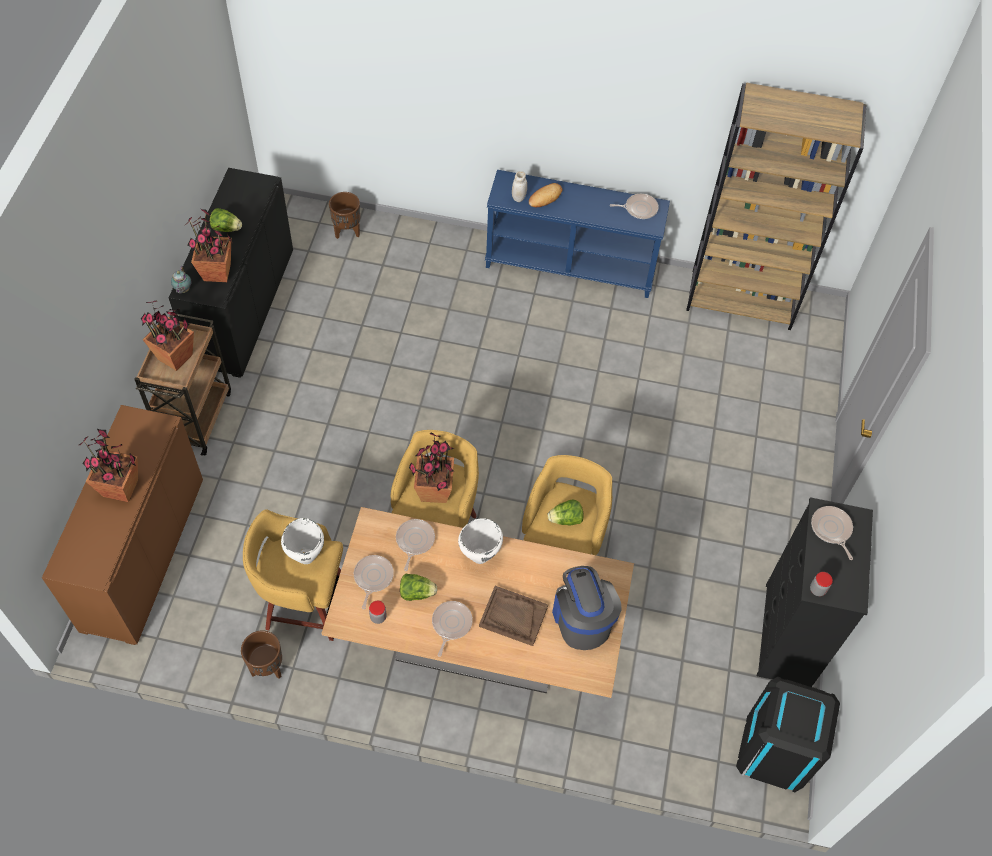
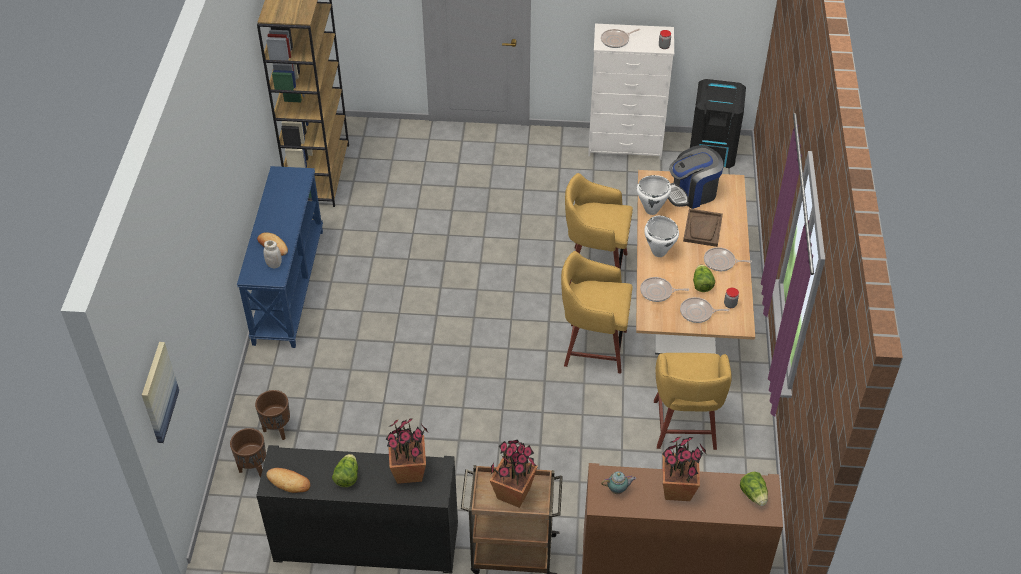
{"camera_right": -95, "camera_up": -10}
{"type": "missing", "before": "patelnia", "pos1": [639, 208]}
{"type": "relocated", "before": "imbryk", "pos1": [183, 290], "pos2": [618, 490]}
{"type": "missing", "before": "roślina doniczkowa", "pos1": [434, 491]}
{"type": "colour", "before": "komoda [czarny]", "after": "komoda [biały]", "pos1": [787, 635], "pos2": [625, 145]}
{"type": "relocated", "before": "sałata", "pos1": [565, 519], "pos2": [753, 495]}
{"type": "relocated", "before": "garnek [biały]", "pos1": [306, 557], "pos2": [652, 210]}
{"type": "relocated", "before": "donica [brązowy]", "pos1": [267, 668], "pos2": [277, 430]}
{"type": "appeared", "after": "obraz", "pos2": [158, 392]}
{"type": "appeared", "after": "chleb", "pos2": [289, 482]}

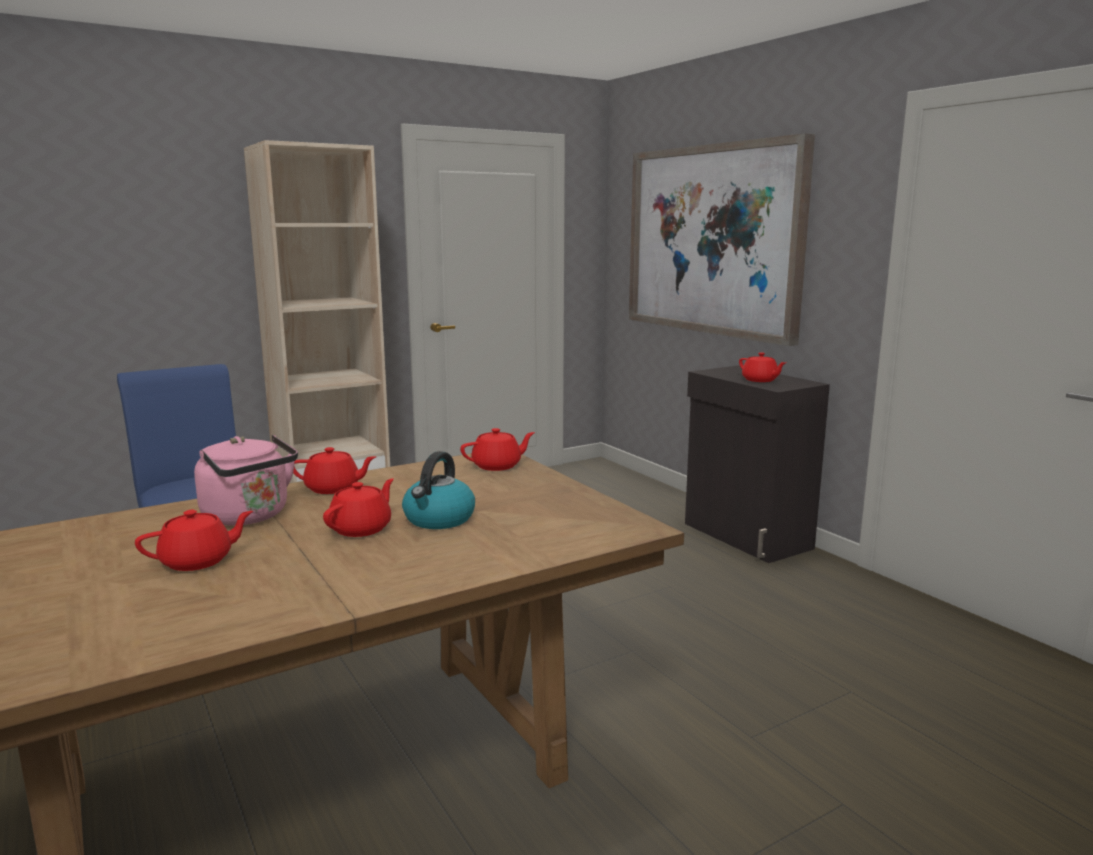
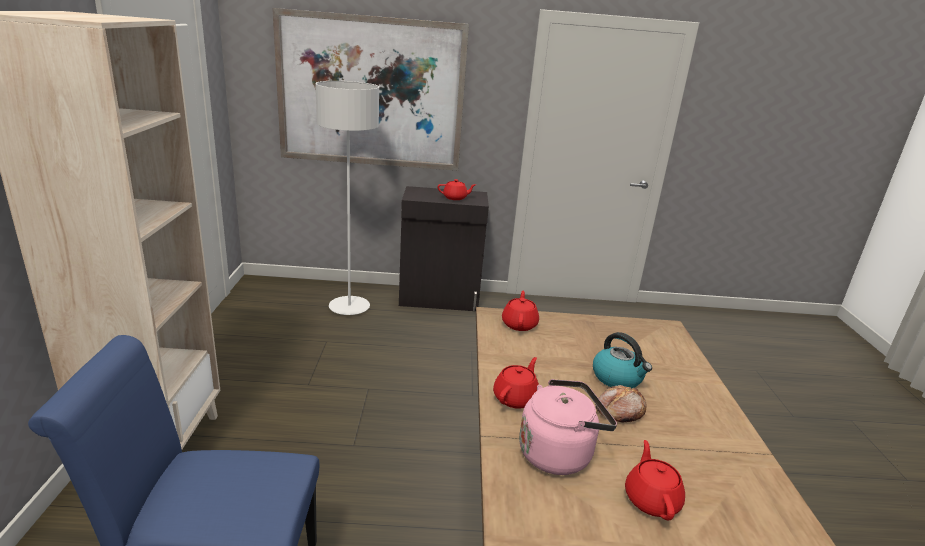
{"camera_right": -60, "camera_up": 10}
{"type": "exchanged", "before": "imbryk [czerwony]", "after": "chleb", "pos1": [361, 529], "pos2": [619, 410]}
{"type": "appeared", "after": "lampa stojąca [szary]", "pos2": [349, 307]}

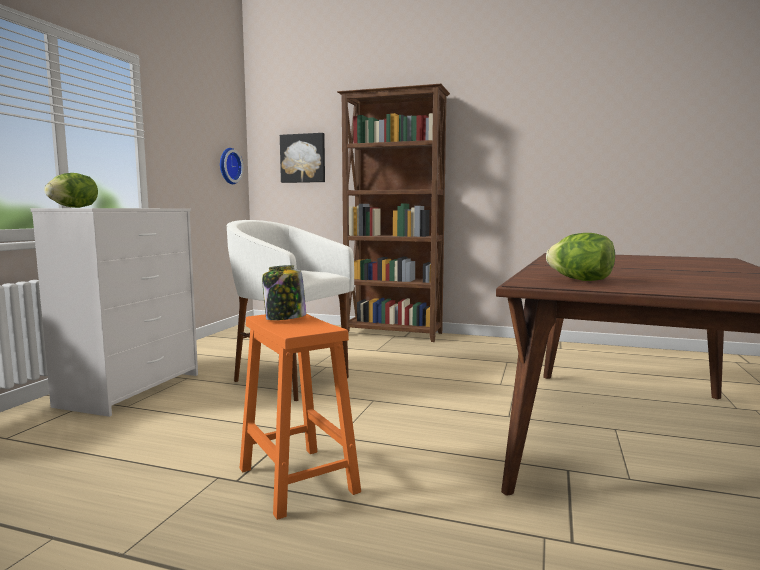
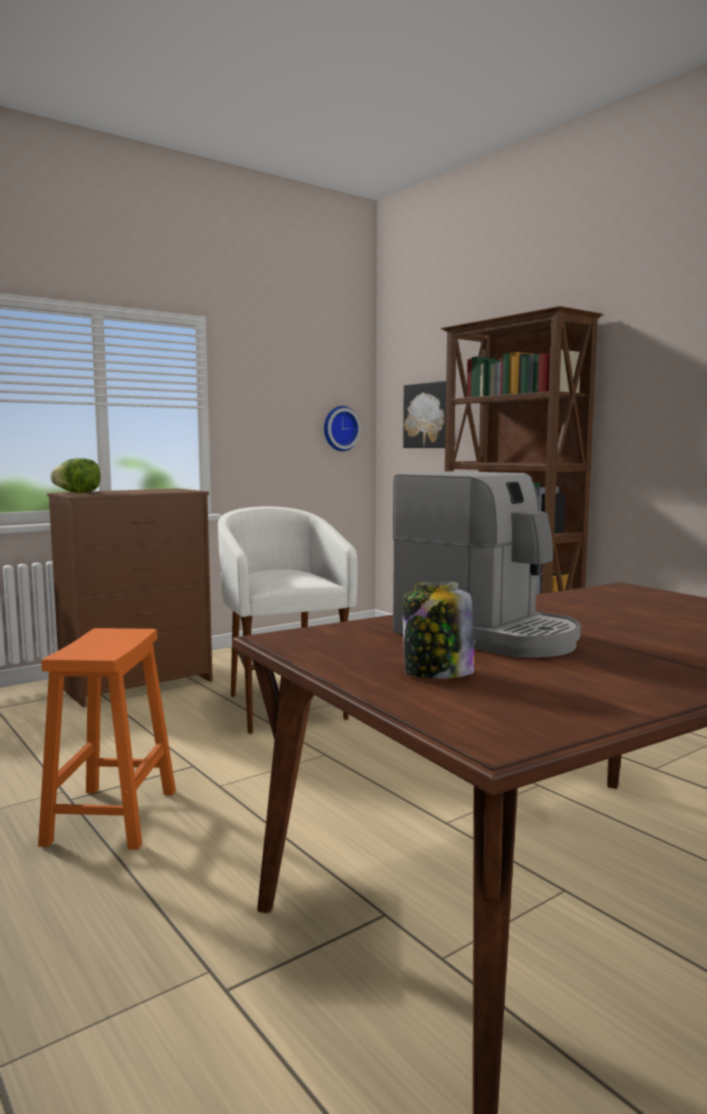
{"camera_right": 35, "camera_up": 0}
{"type": "colour", "before": "komoda [biały]", "after": "komoda [brązowy]", "pos1": [131, 389], "pos2": [138, 684]}
{"type": "missing", "before": "sałata", "pos1": [581, 280]}
{"type": "relocated", "before": "słoik", "pos1": [285, 318], "pos2": [437, 674]}
{"type": "appeared", "after": "ekspres do kawy", "pos2": [487, 636]}

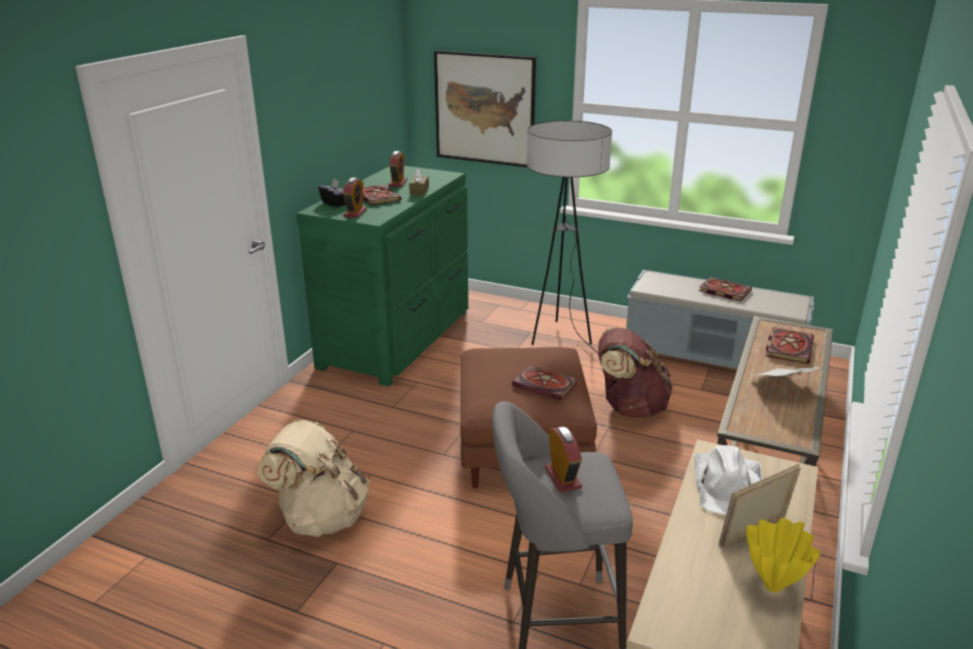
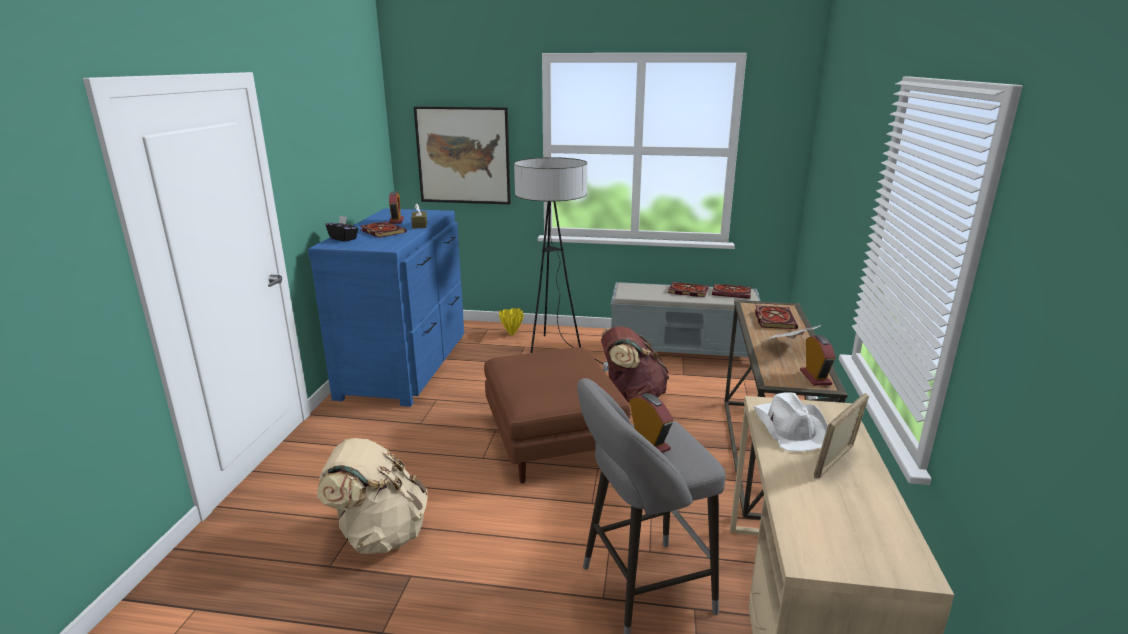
{"camera_right": -15, "camera_up": -5}
{"type": "colour", "before": "komoda [zielony]", "after": "komoda [niebieski]", "pos1": [398, 339], "pos2": [406, 366]}
{"type": "relocated", "before": "budzik", "pos1": [355, 213], "pos2": [815, 377]}
{"type": "relocated", "before": "książka", "pos1": [546, 385], "pos2": [732, 293]}
{"type": "relocated", "before": "wazon [żółty]", "pos1": [772, 587], "pos2": [511, 334]}

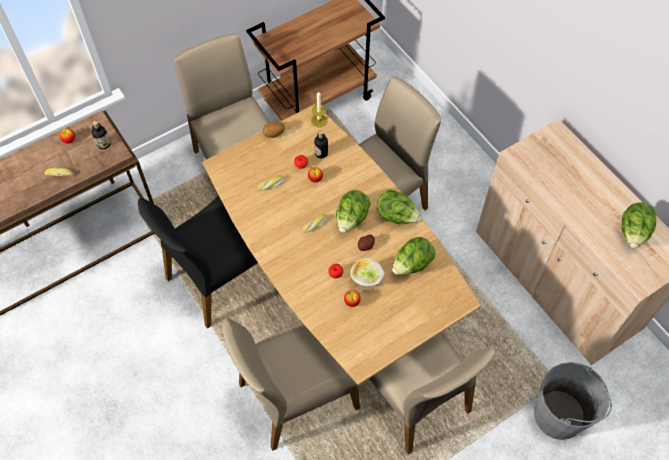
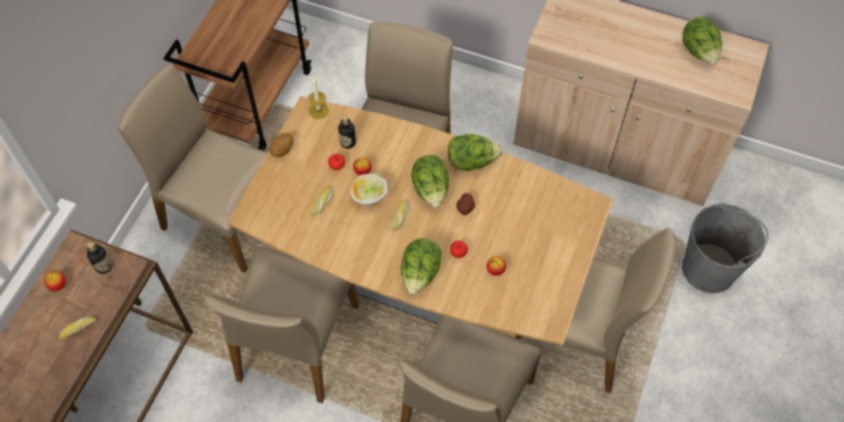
{"camera_right": -35, "camera_up": 0}
{"type": "colour", "before": "krzesło [czarny]", "after": "krzesło [beżowy]", "pos1": [220, 278], "pos2": [296, 343]}
{"type": "relocated", "before": "sałata", "pos1": [412, 264], "pos2": [420, 274]}
{"type": "relocated", "before": "miska", "pos1": [366, 280], "pos2": [370, 199]}

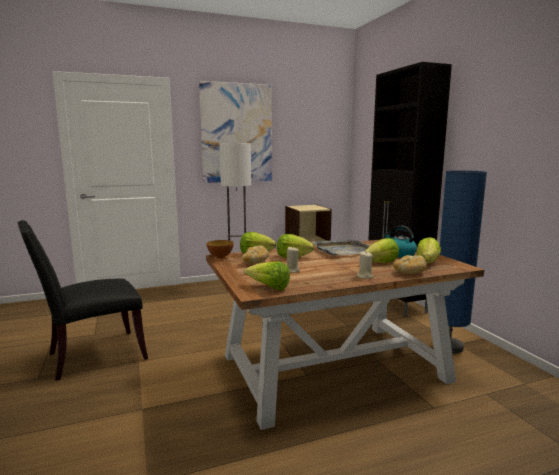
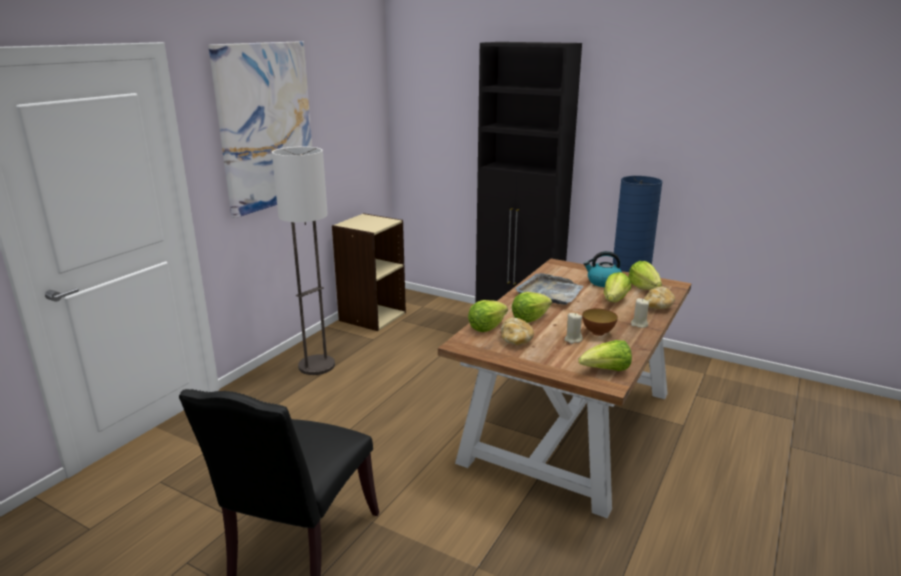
{"camera_right": -40, "camera_up": 10}
{"type": "relocated", "before": "miska", "pos1": [220, 257], "pos2": [598, 333]}

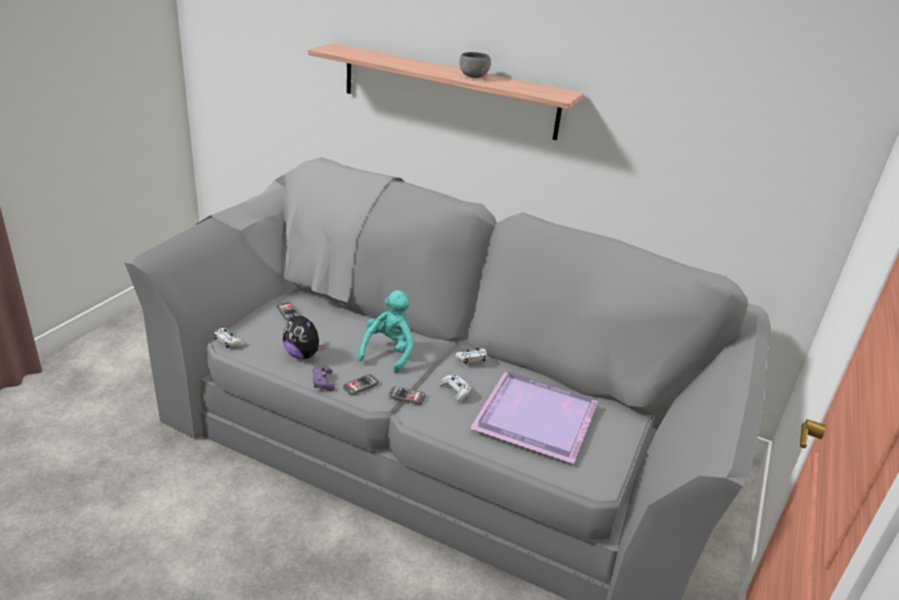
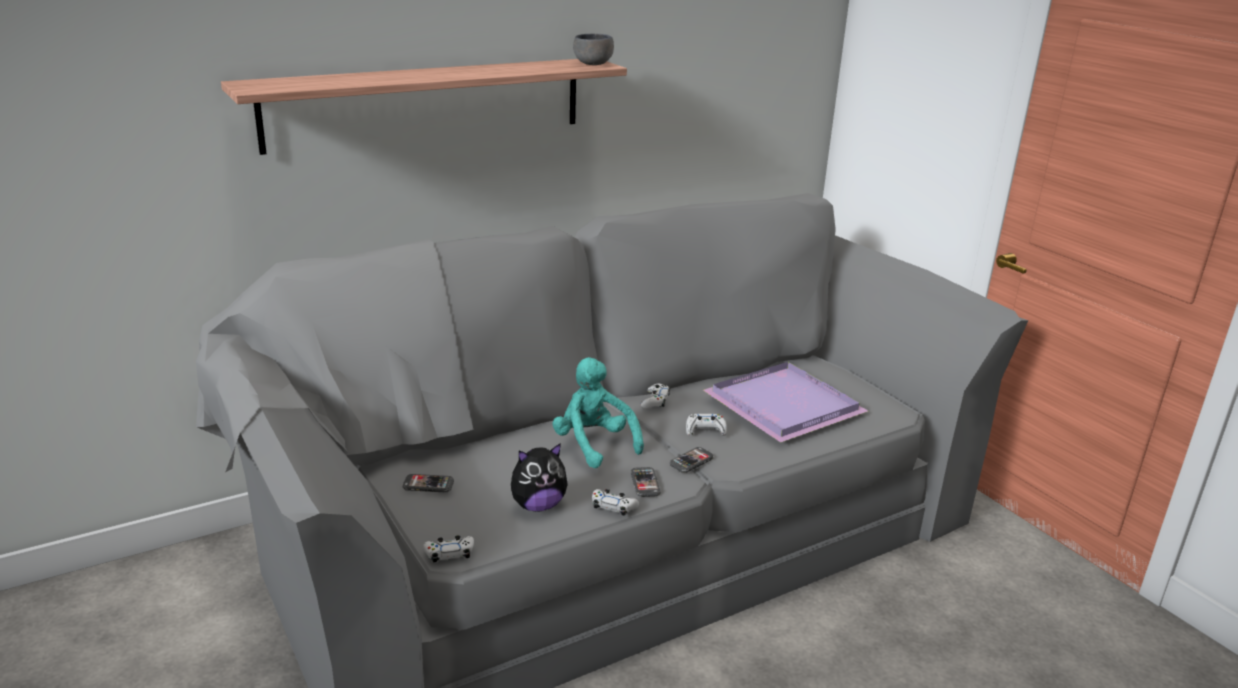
{"camera_right": -55, "camera_up": -5}
{"type": "relocated", "before": "miska [szary]", "pos1": [472, 76], "pos2": [591, 64]}
{"type": "colour", "before": "pad do gier [fioletowy]", "after": "pad do gier [biały]", "pos1": [323, 382], "pos2": [613, 506]}

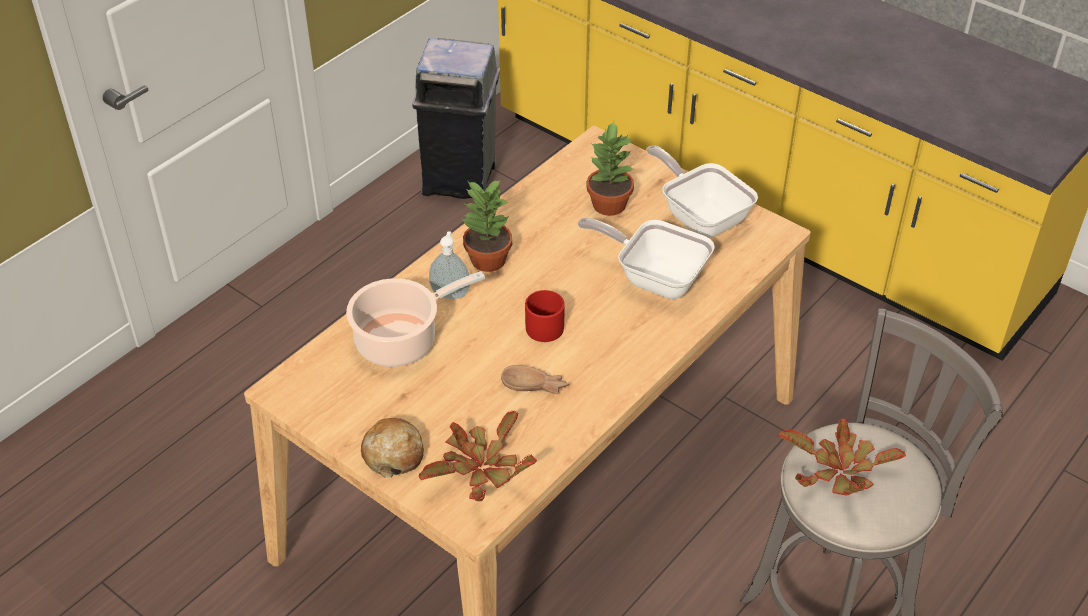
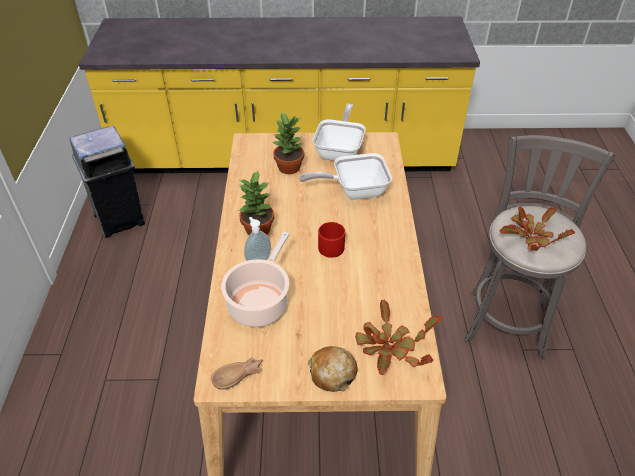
{"camera_right": -40, "camera_up": 0}
{"type": "spun", "before": "patelnia", "pos1": [700, 216], "pos2": [340, 150], "turn": 90}
{"type": "relocated", "before": "miska [brązowy]", "pos1": [534, 386], "pos2": [238, 376]}

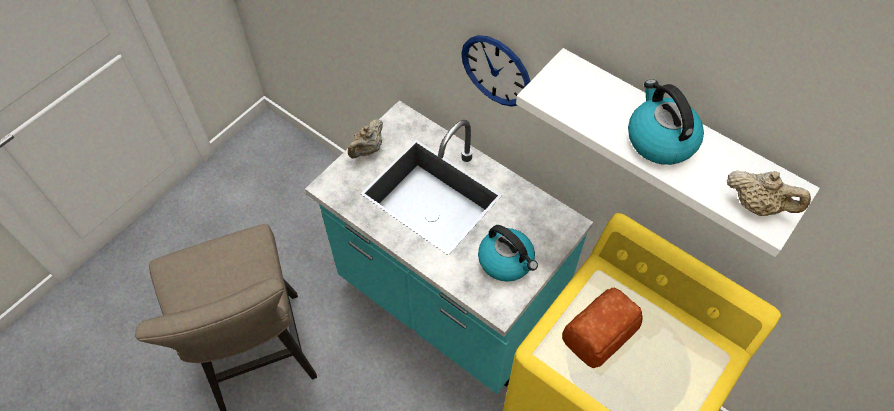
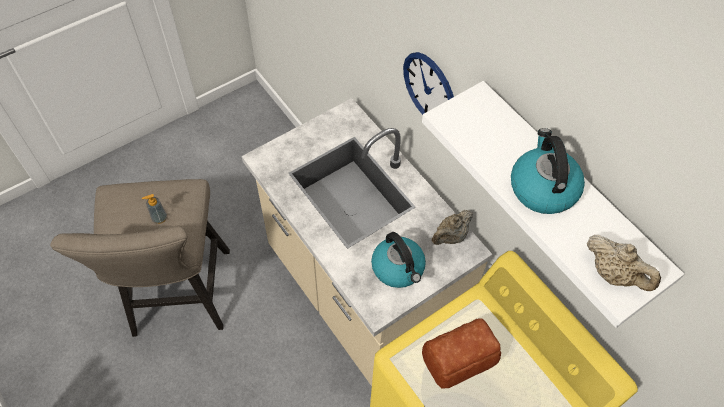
{"camera_right": 15, "camera_up": 0}
{"type": "colour", "before": "zabudowa kuchenna [turkusowy]", "after": "zabudowa kuchenna [beżowy]", "pos1": [447, 303], "pos2": [359, 295]}
{"type": "relocated", "before": "imbryk [beżowy]", "pos1": [367, 149], "pos2": [450, 237]}
{"type": "appeared", "after": "dozownik mydła", "pos2": [159, 218]}

